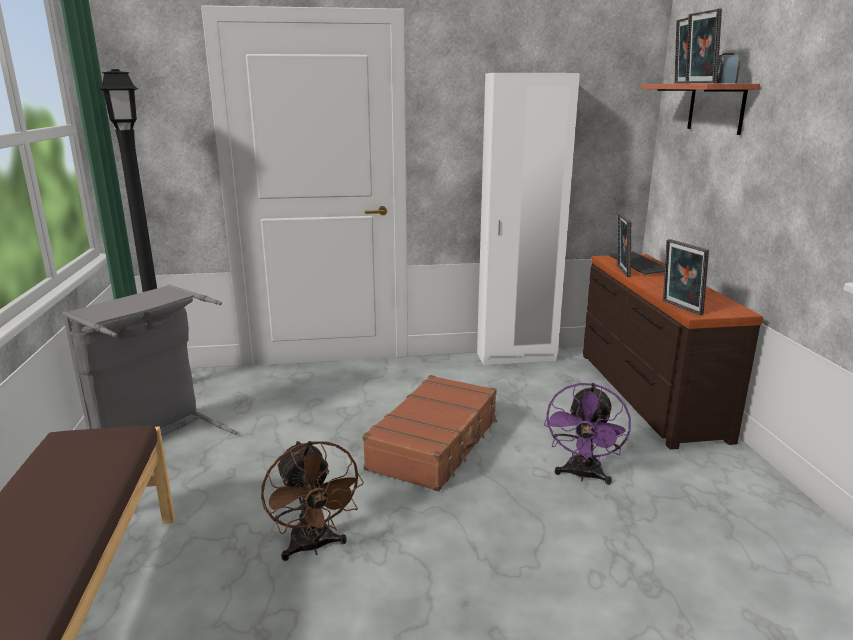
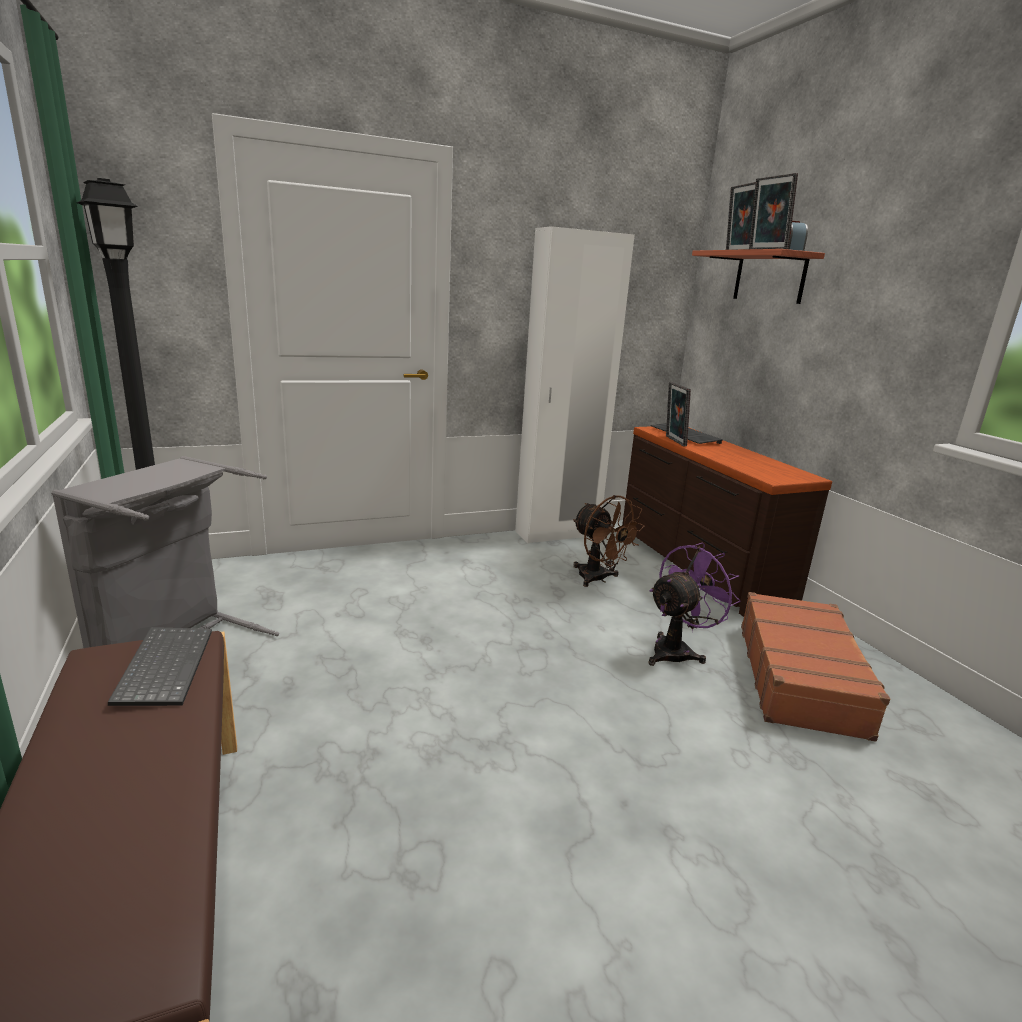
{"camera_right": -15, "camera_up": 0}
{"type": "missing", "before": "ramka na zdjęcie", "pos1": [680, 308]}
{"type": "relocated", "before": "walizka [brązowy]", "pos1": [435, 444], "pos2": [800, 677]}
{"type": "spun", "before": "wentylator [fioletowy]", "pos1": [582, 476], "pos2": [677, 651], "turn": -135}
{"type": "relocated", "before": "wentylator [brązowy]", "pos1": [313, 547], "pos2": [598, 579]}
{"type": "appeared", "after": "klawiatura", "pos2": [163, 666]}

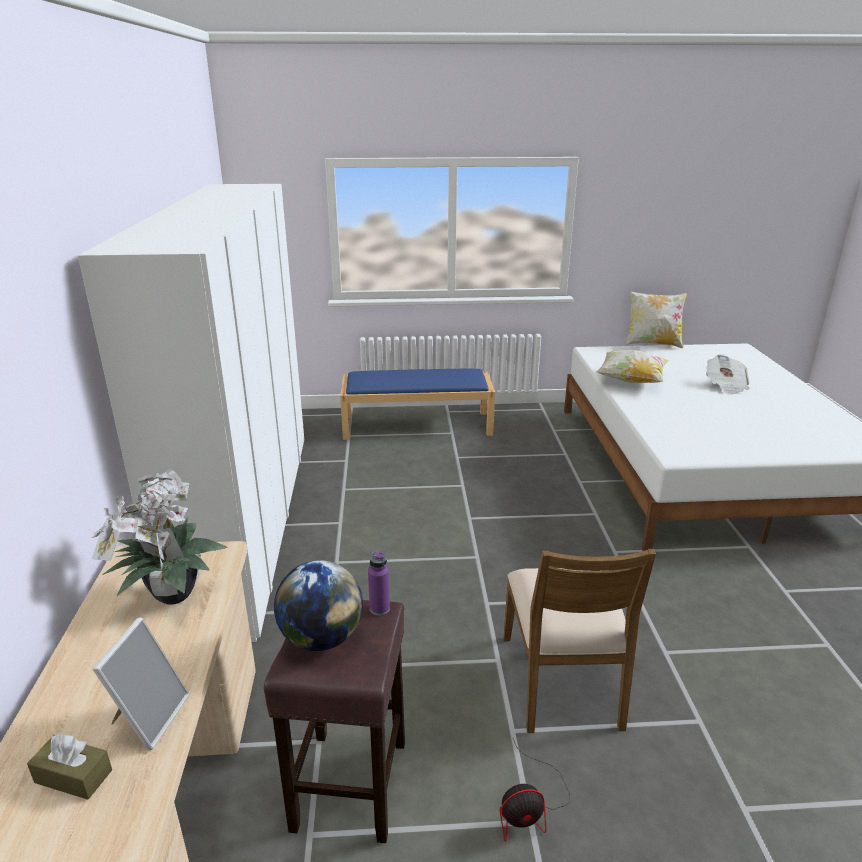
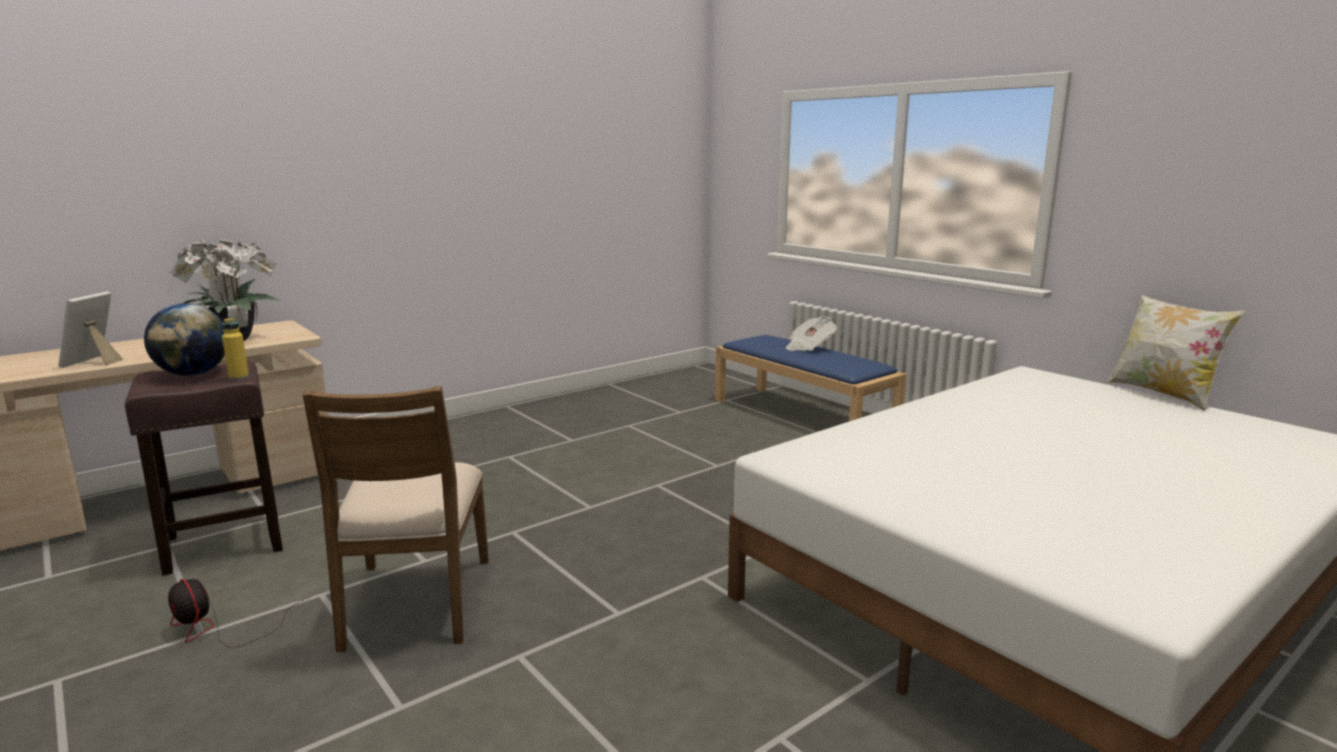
{"camera_right": 55, "camera_up": -10}
{"type": "missing", "before": "szafa [biały]", "pos1": [249, 520]}
{"type": "missing", "before": "poduszka", "pos1": [631, 381]}
{"type": "relocated", "before": "gazeta", "pos1": [725, 386], "pos2": [809, 347]}
{"type": "spun", "before": "krzesło [brązowy]", "pos1": [563, 681], "pos2": [415, 602], "turn": -60}
{"type": "colour", "before": "butelka [fioletowy]", "after": "butelka [żółty]", "pos1": [379, 608], "pos2": [238, 377]}
{"type": "spun", "before": "ramka na zdjęcie", "pos1": [149, 717], "pos2": [94, 362], "turn": 120}
{"type": "missing", "before": "pudełko chusteczek [brązowy]", "pos1": [73, 776]}

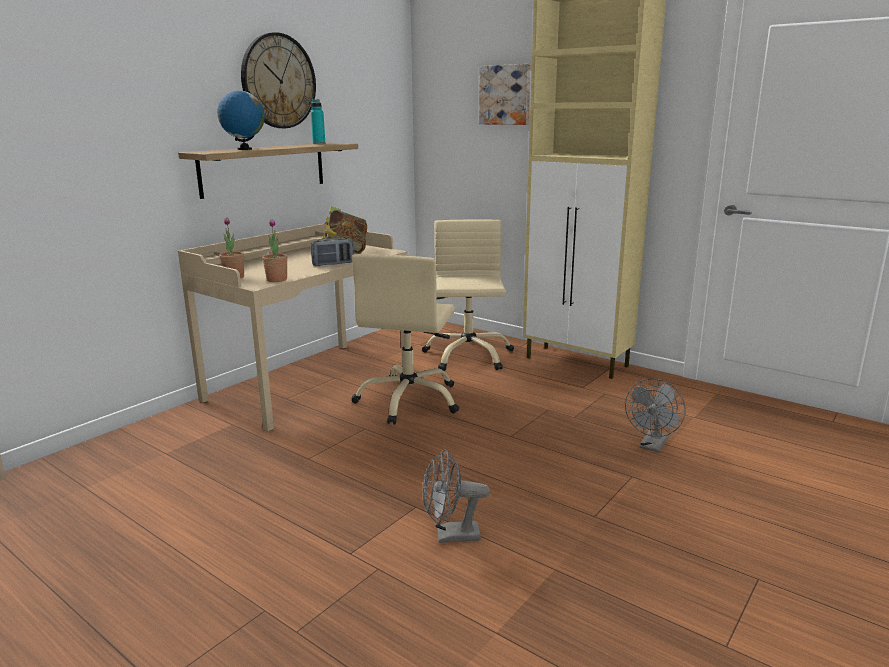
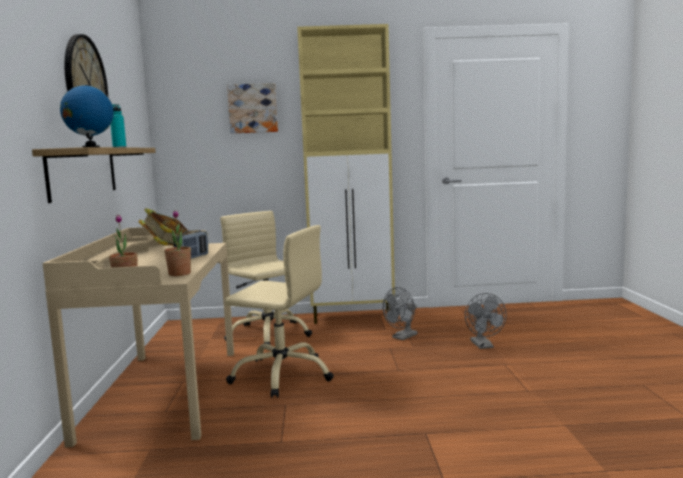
{"camera_right": -40, "camera_up": -10}
{"type": "spun", "before": "krzesło biurowe [beżowy]", "pos1": [409, 400], "pos2": [282, 375], "turn": -45}
{"type": "relocated", "before": "wentylator [szary]", "pos1": [450, 536], "pos2": [402, 337]}

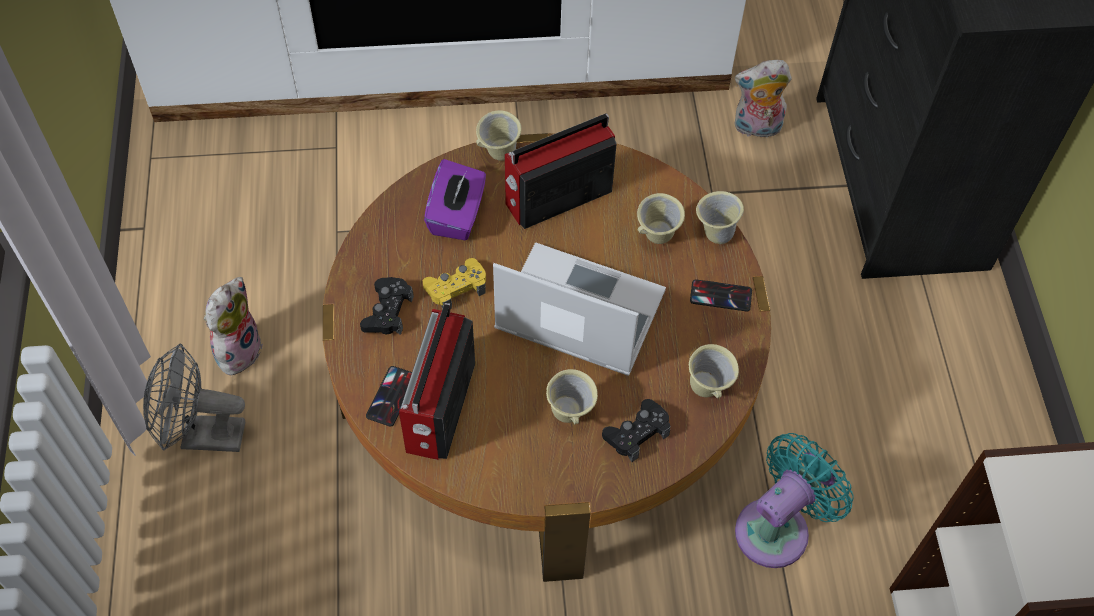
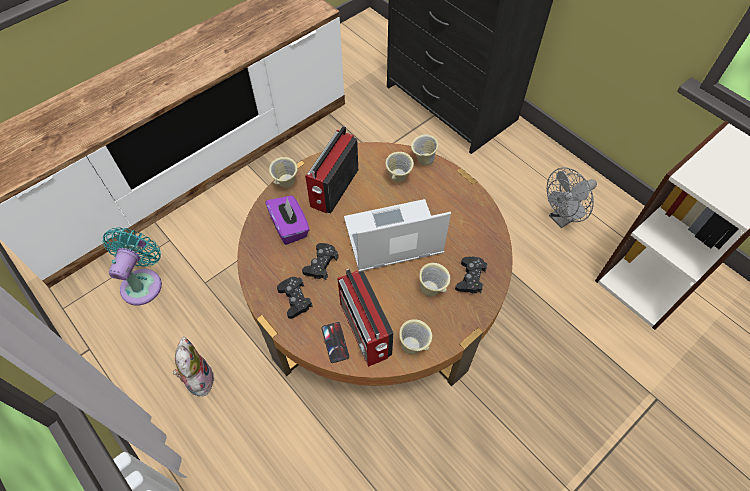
{"camera_right": -35, "camera_up": 0}
{"type": "missing", "before": "pluszak", "pos1": [756, 128]}
{"type": "colour", "before": "pad do gier [żółty]", "after": "pad do gier [czarny]", "pos1": [456, 287], "pos2": [321, 264]}
{"type": "missing", "before": "telefon", "pos1": [720, 296]}
{"type": "relocated", "before": "wentylator [szary]", "pos1": [202, 436], "pos2": [562, 218]}
{"type": "relocated", "before": "kubek [beżowy]", "pos1": [708, 389], "pos2": [414, 346]}
{"type": "relocated", "before": "wentylator [turkusowy]", "pos1": [778, 527], "pos2": [143, 282]}

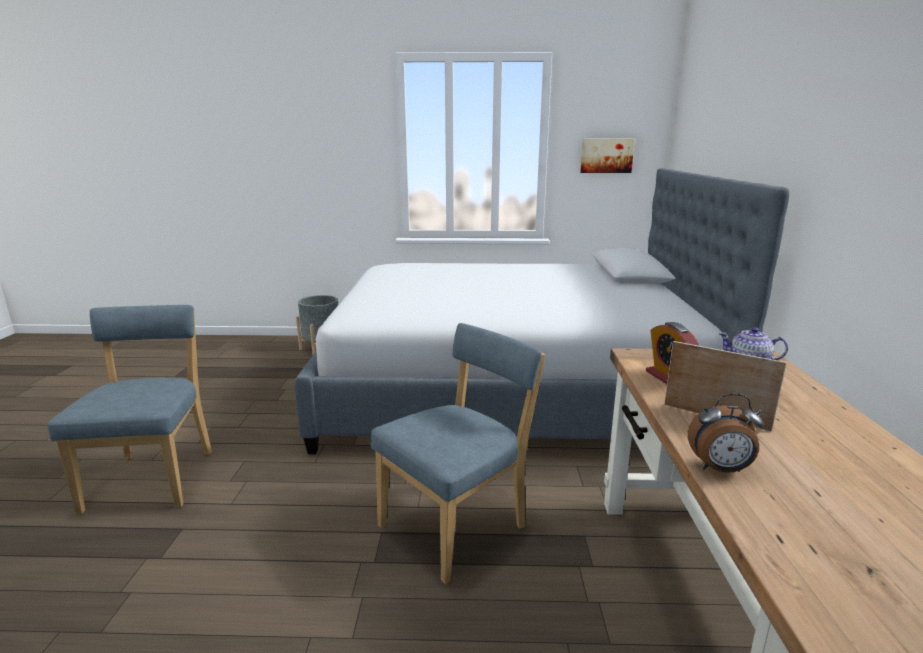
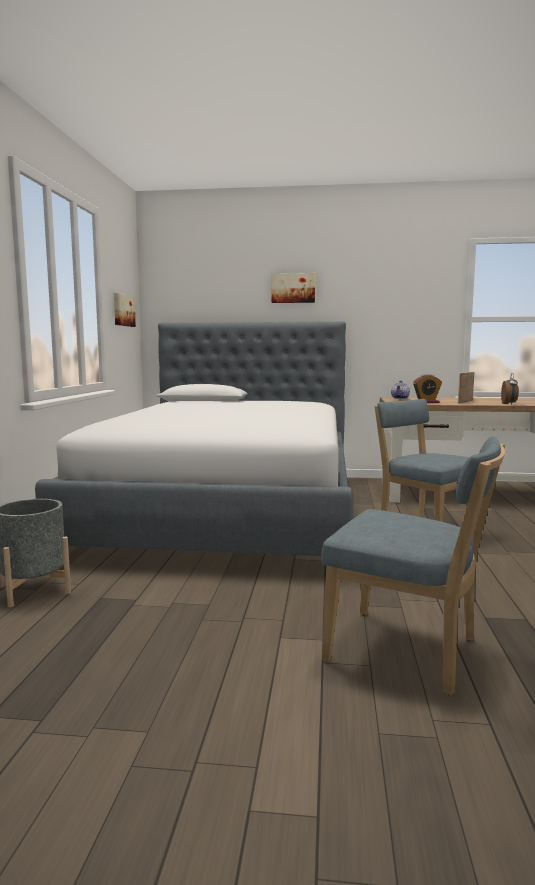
{"camera_right": -85, "camera_up": -10}
{"type": "spun", "before": "krzesło [niebieski]", "pos1": [154, 477], "pos2": [408, 652], "turn": -150}
{"type": "appeared", "after": "obraz", "pos2": [293, 288]}

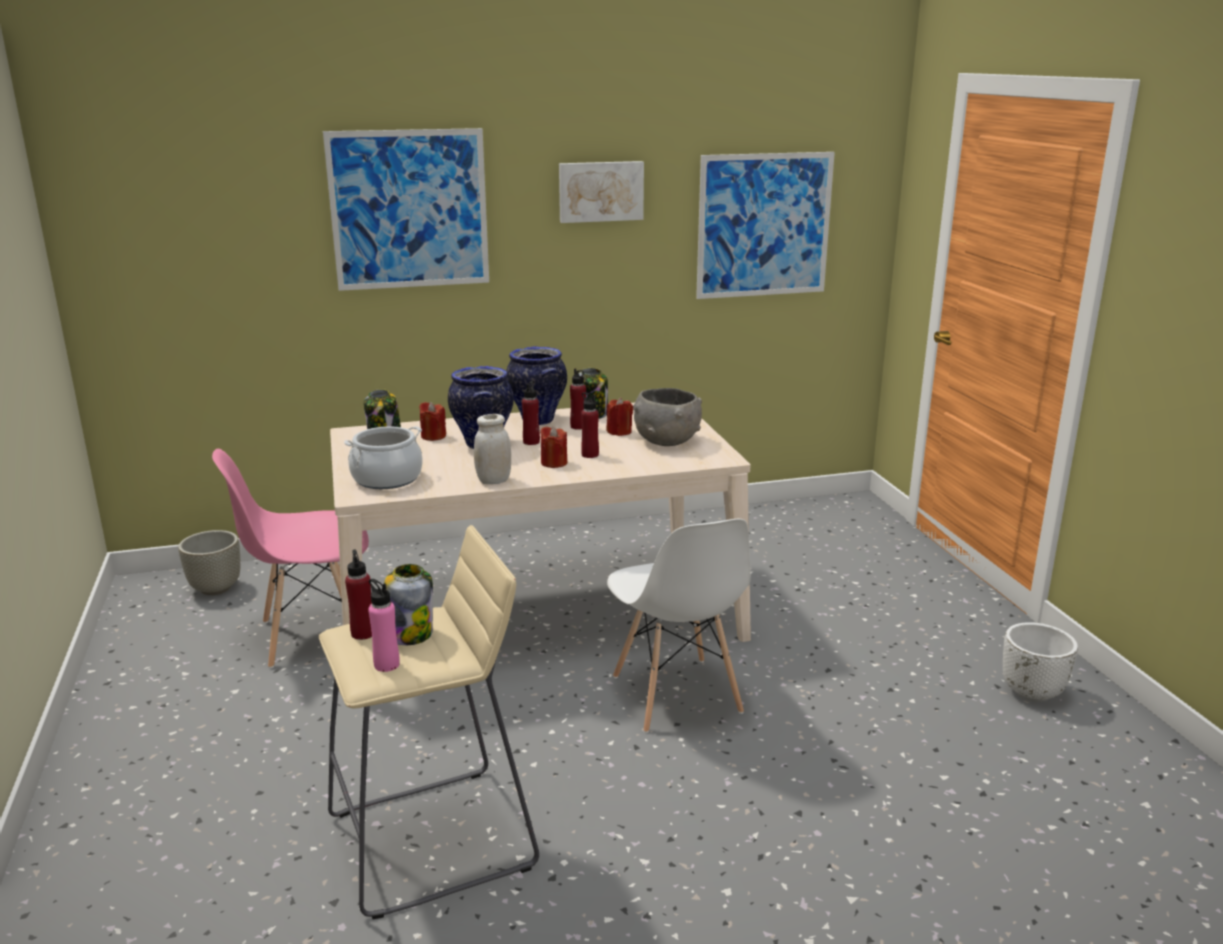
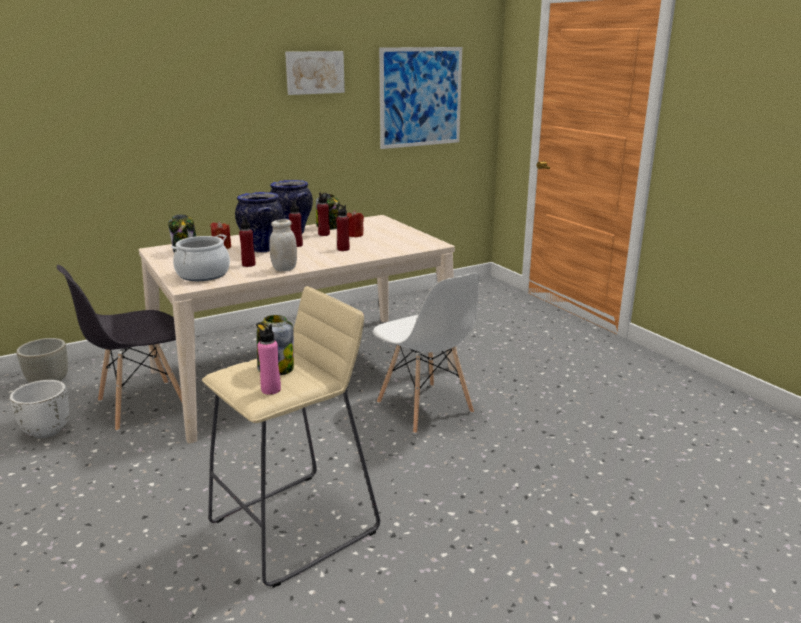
{"camera_right": -15, "camera_up": 0}
{"type": "missing", "before": "obraz", "pos1": [409, 209]}
{"type": "missing", "before": "miska [szary]", "pos1": [667, 441]}
{"type": "missing", "before": "świeca [czerwony]", "pos1": [554, 463]}
{"type": "colour", "before": "krzesło [różowy]", "after": "krzesło [szary]", "pos1": [311, 636], "pos2": [141, 405]}
{"type": "relocated", "before": "butelka [czerwony]", "pos1": [363, 633], "pos2": [248, 264]}
{"type": "relocated", "before": "donica [biały]", "pos1": [1032, 692], "pos2": [47, 431]}

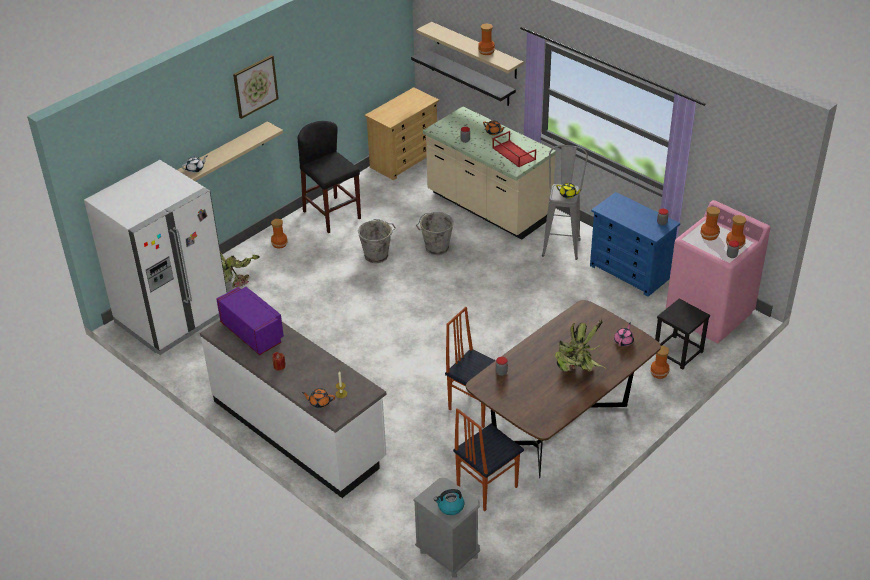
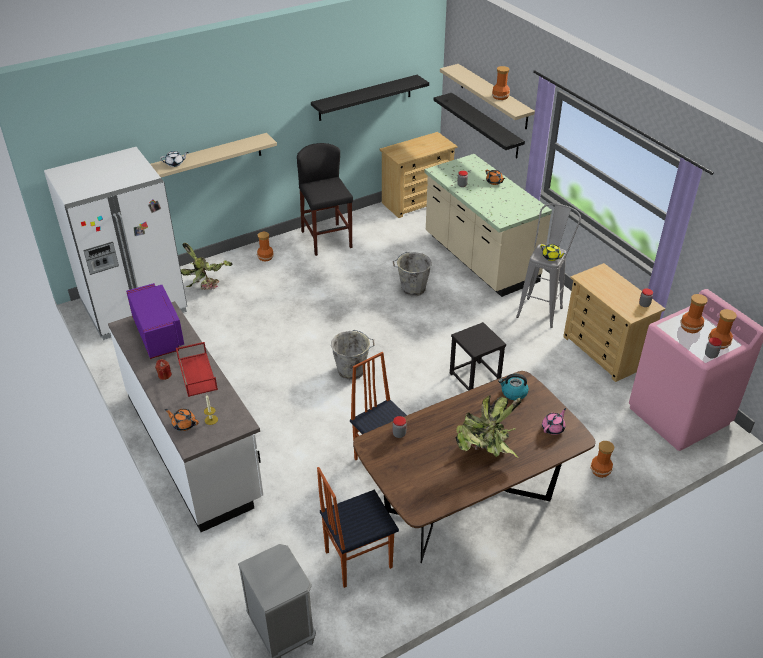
{"camera_right": 15, "camera_up": 0}
{"type": "missing", "before": "obraz", "pos1": [255, 86]}
{"type": "relocated", "before": "taca [czerwony]", "pos1": [513, 153], "pos2": [196, 374]}
{"type": "colour", "before": "komoda [niebieski]", "after": "komoda [beżowy]", "pos1": [630, 272], "pos2": [604, 352]}
{"type": "relocated", "before": "wiadro [szary]", "pos1": [377, 255], "pos2": [352, 371]}
{"type": "relocated", "before": "stołek [czarny]", "pos1": [678, 352], "pos2": [474, 378]}
{"type": "relocated", "before": "czajnik", "pos1": [450, 507], "pos2": [513, 393]}
{"type": "appeared", "after": "półka [czarny]", "pos2": [365, 98]}

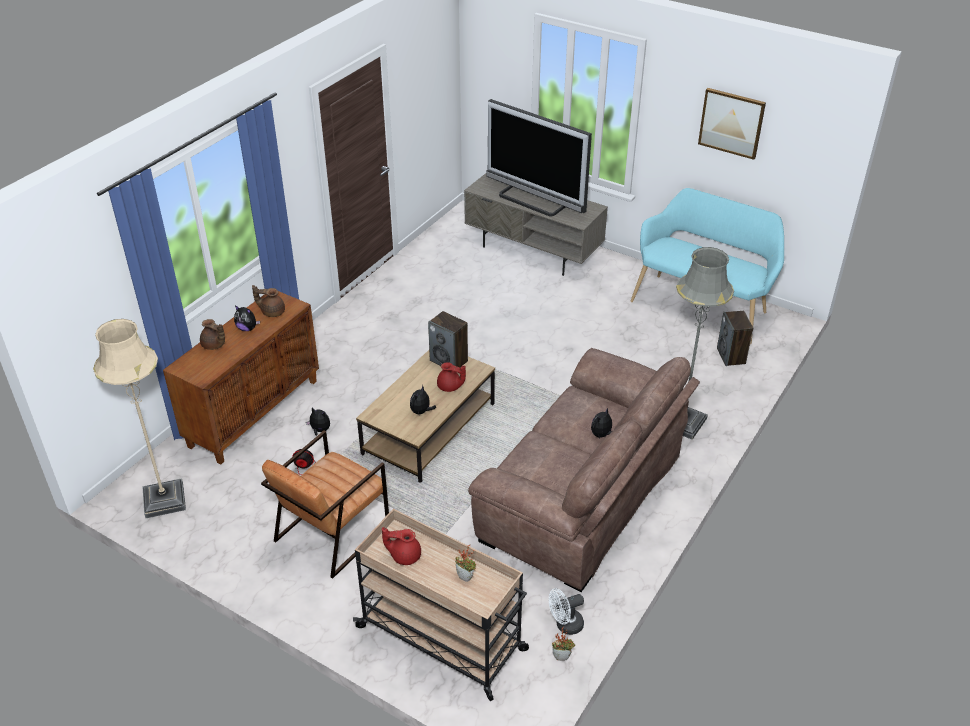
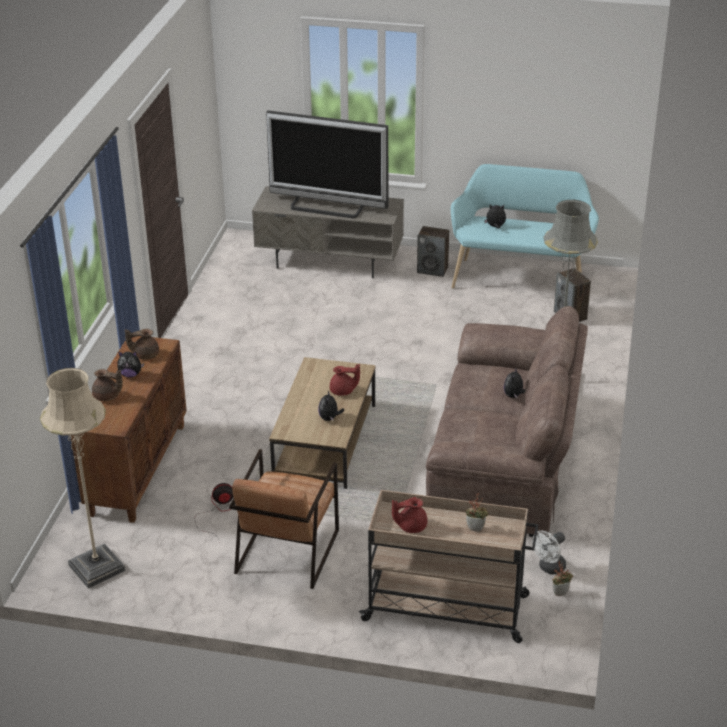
{"camera_right": -20, "camera_up": -5}
{"type": "missing", "before": "obraz", "pos1": [731, 123]}
{"type": "relocated", "before": "głośnik", "pos1": [449, 361], "pos2": [433, 270]}
{"type": "relocated", "before": "pluszak", "pos1": [320, 430], "pos2": [495, 227]}

